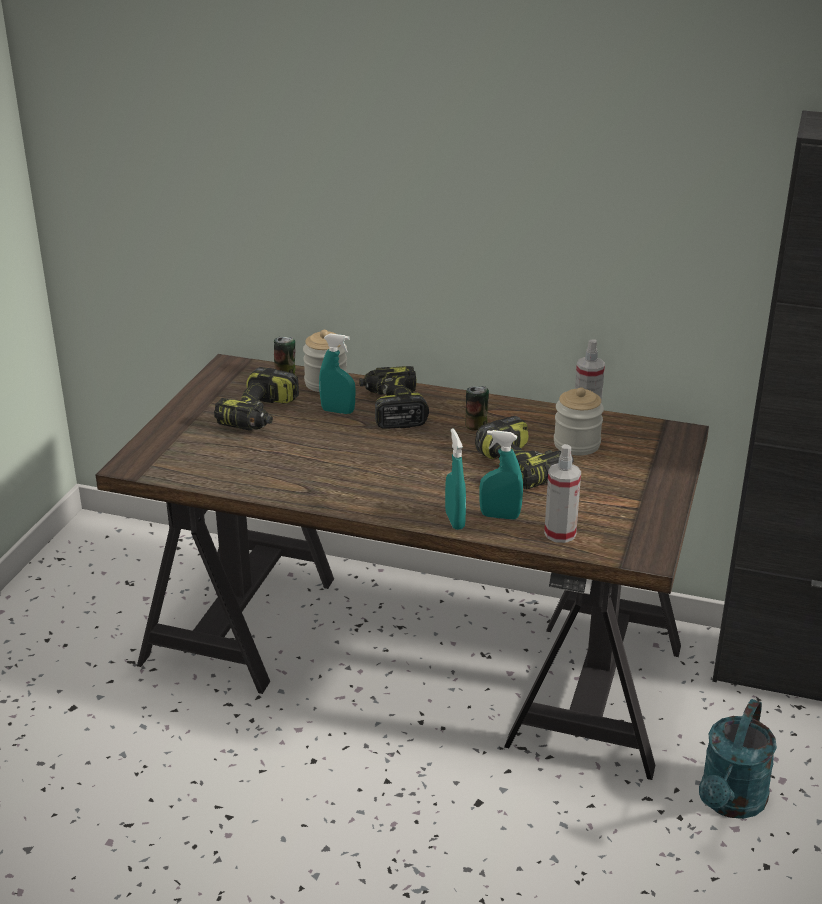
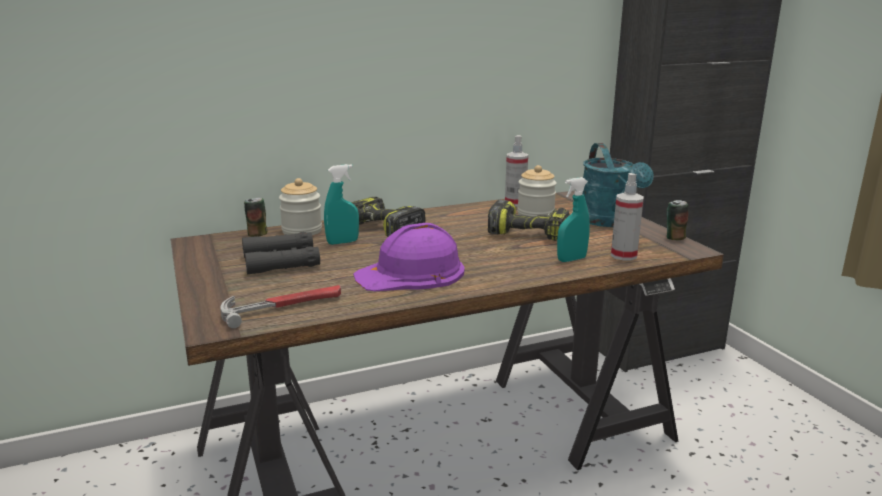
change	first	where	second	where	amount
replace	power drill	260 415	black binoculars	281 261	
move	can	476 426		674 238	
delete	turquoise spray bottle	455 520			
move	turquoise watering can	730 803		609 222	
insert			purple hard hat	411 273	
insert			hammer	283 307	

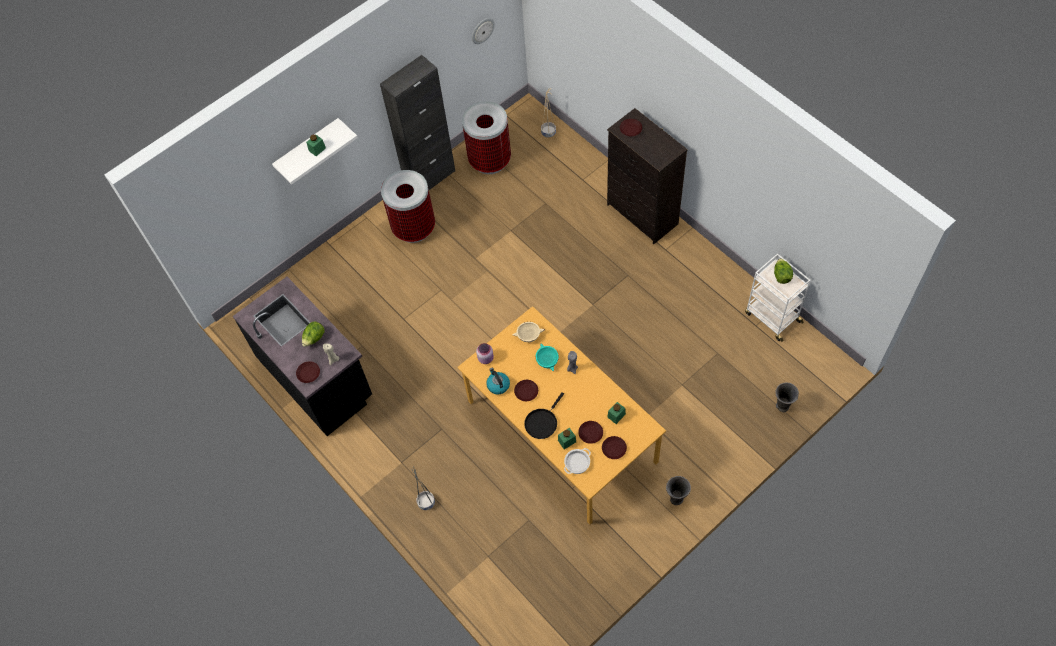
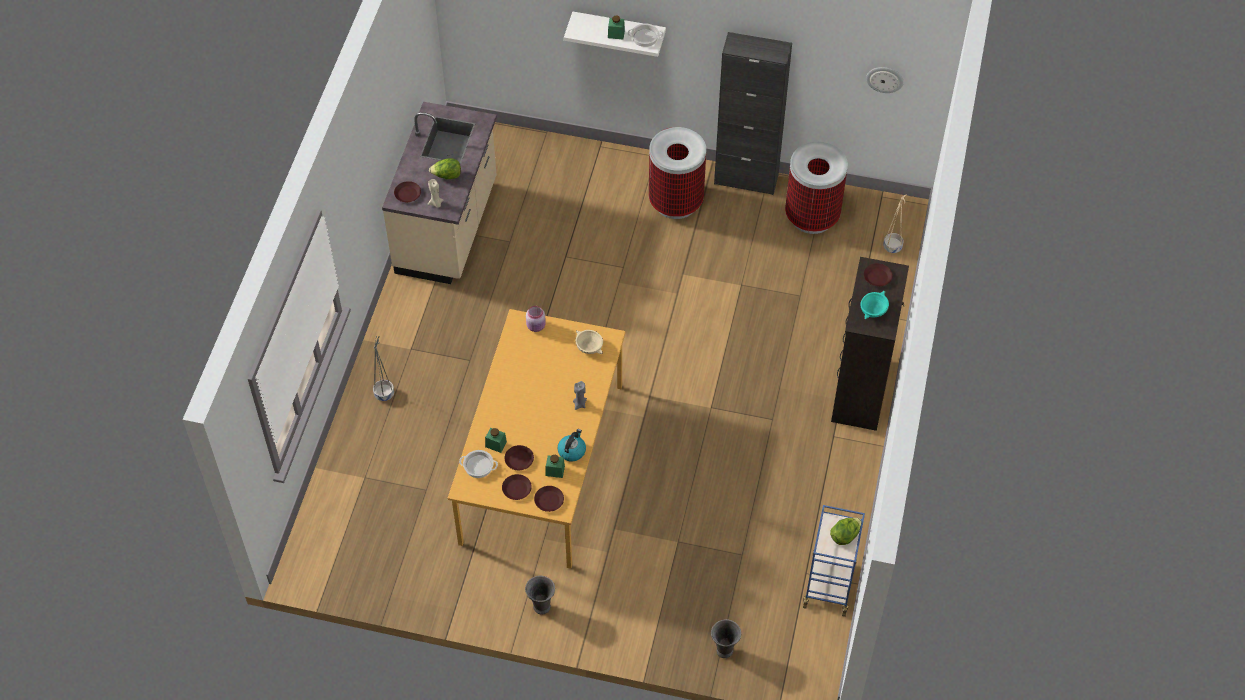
change	first	where	second	where	amount
recolor	white cart	772 317	blue cart	829 583	
recolor	black counter	317 378	beige counter	448 227	
move	turquoise bowl	547 360		873 310	
move	kettle	498 385		572 451	
move	brown plate	526 391		548 500	
delete	black frying pan	542 422			
insert			cooking pot	644 38	

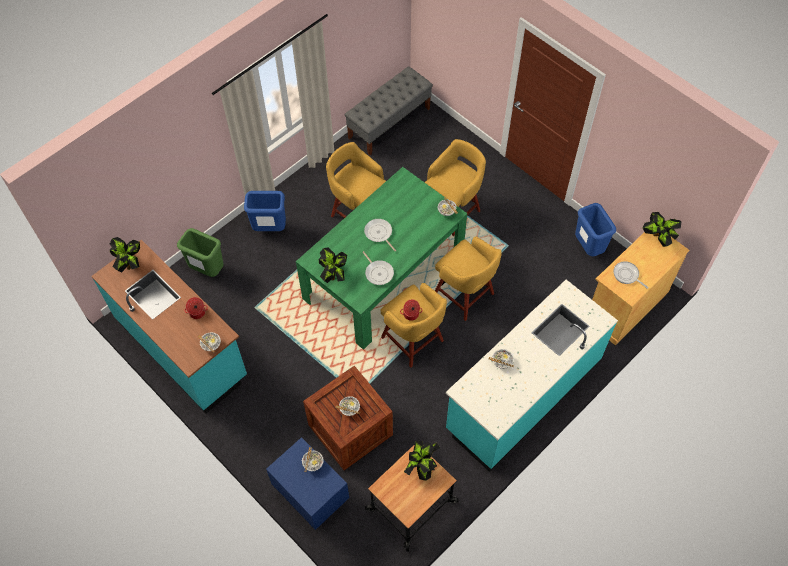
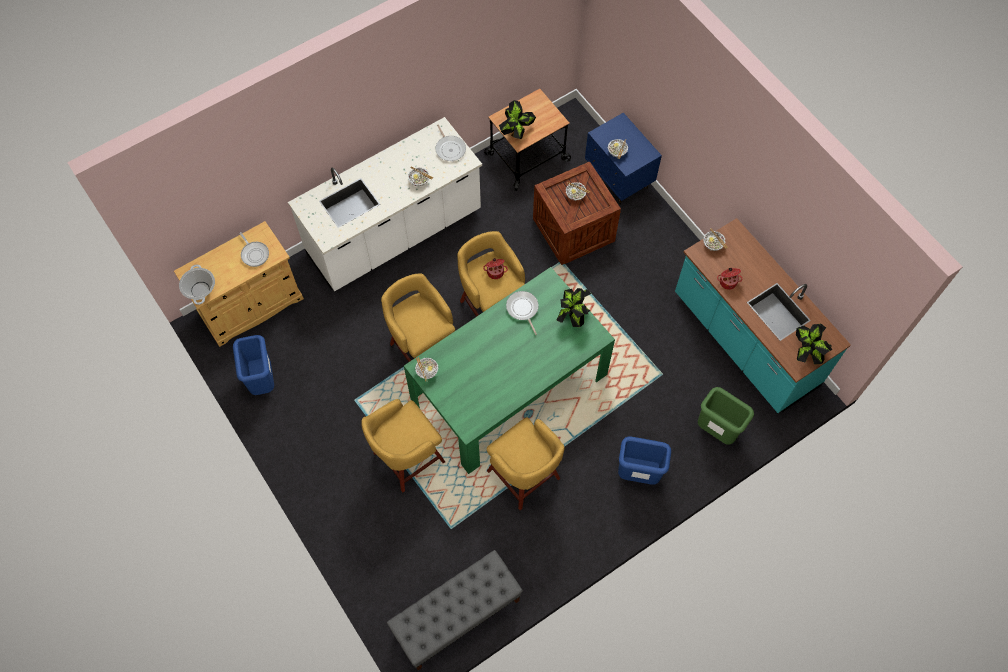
change	first	where	second	where	amount
replace	potted plant	658 238	cooking pot	200 290	
move	frying pan	379 233		450 148	
recolor	turquoise counter	522 395	white counter	395 234	

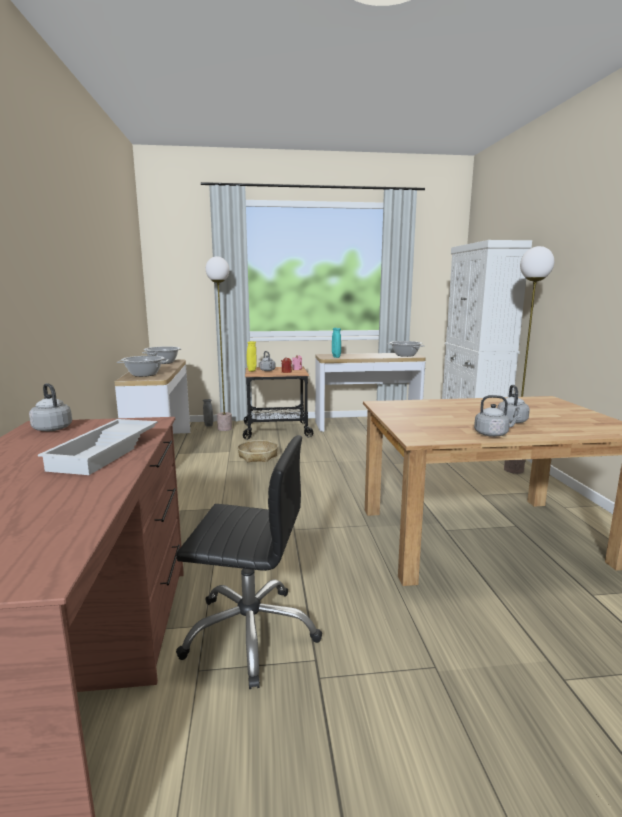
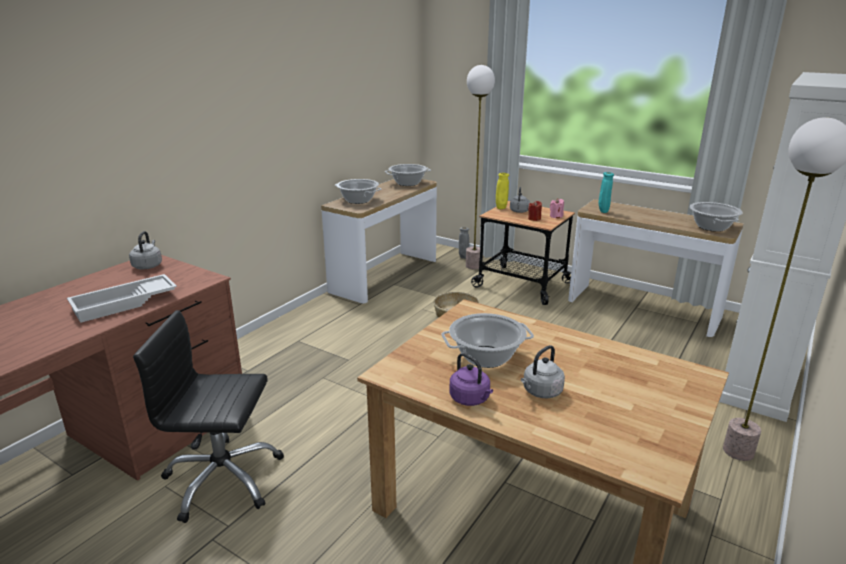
change	first	where	second	where	amount
recolor	grey kettle	493 434	purple kettle	471 399	
rotate	black office chair	250 632		223 479	135 degrees clockwise
insert			cooking pot	486 357	

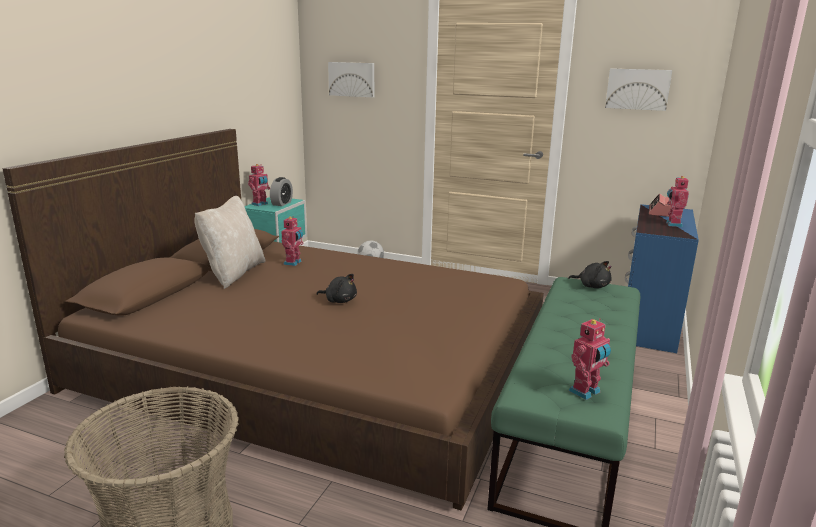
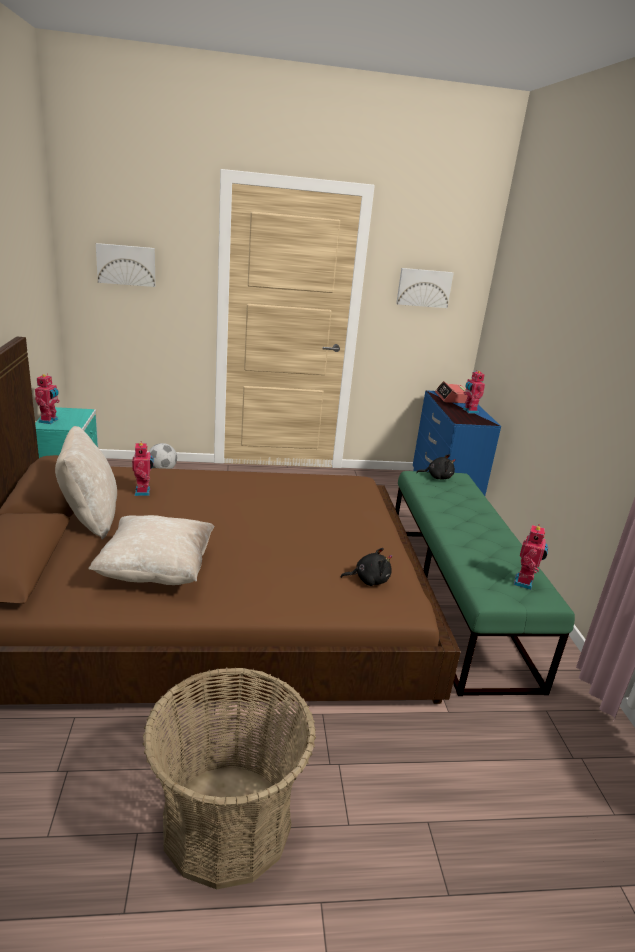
change	first	where	second	where	amount
delete	alarm clock	282 203			
move	black plush toy	339 300		369 580	
insert			beige pillow	156 572	

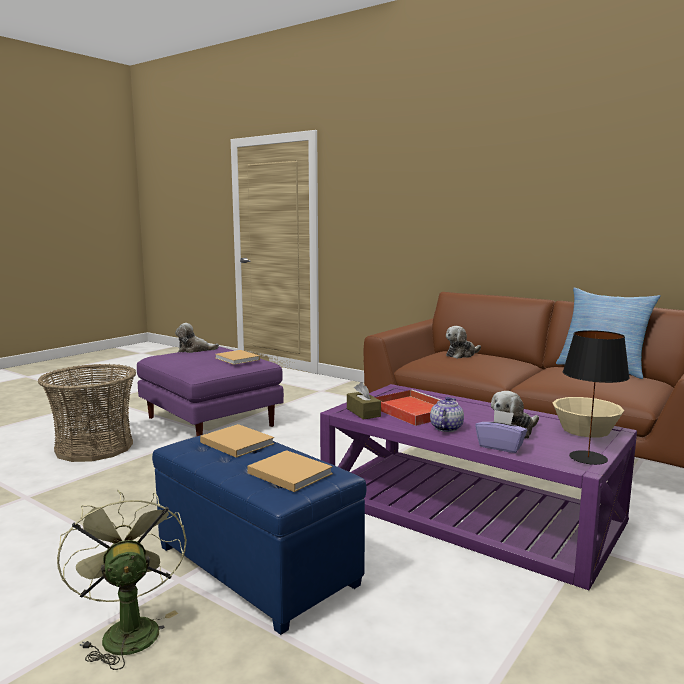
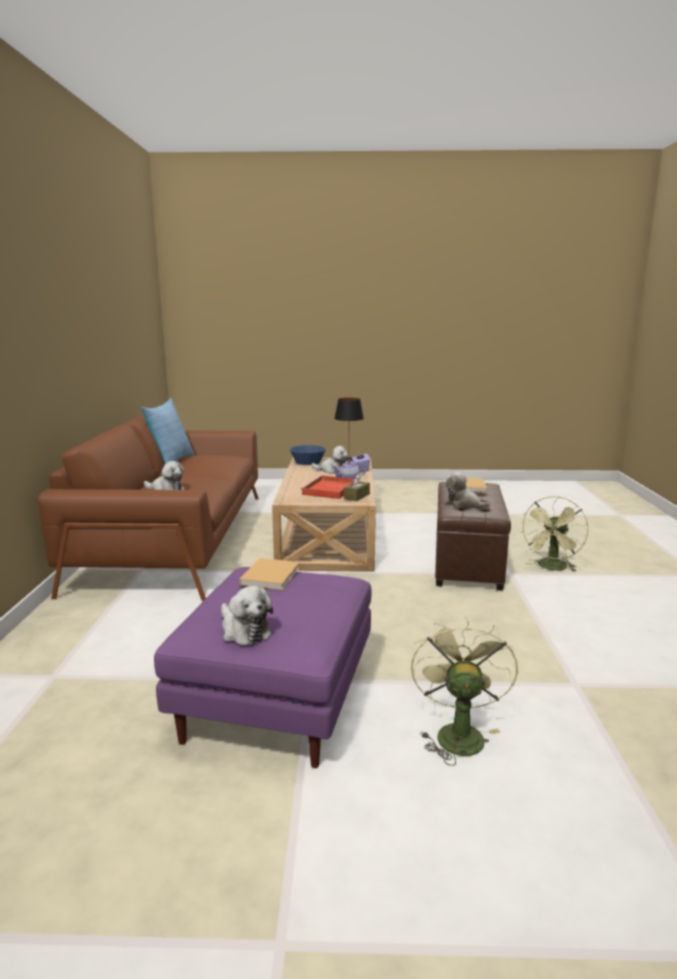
change	first	where	second	where	amount
replace	basket	94 447	green fan	457 732	
recolor	purple coffee table	468 509	beige coffee table	327 535	
recolor	beige bowl	585 429	blue bowl	307 462	
replace	beige book	236 442	plush toy	464 504	
recolor	blue ottoman	255 566	brown ottoman	467 562	

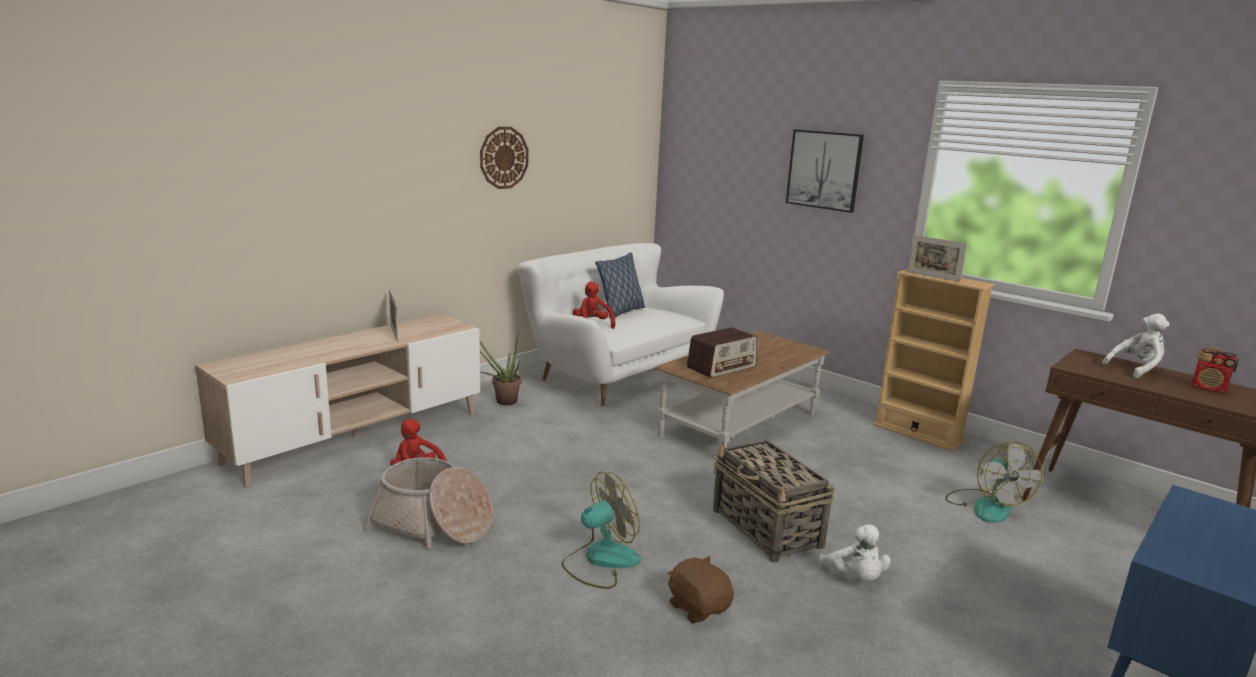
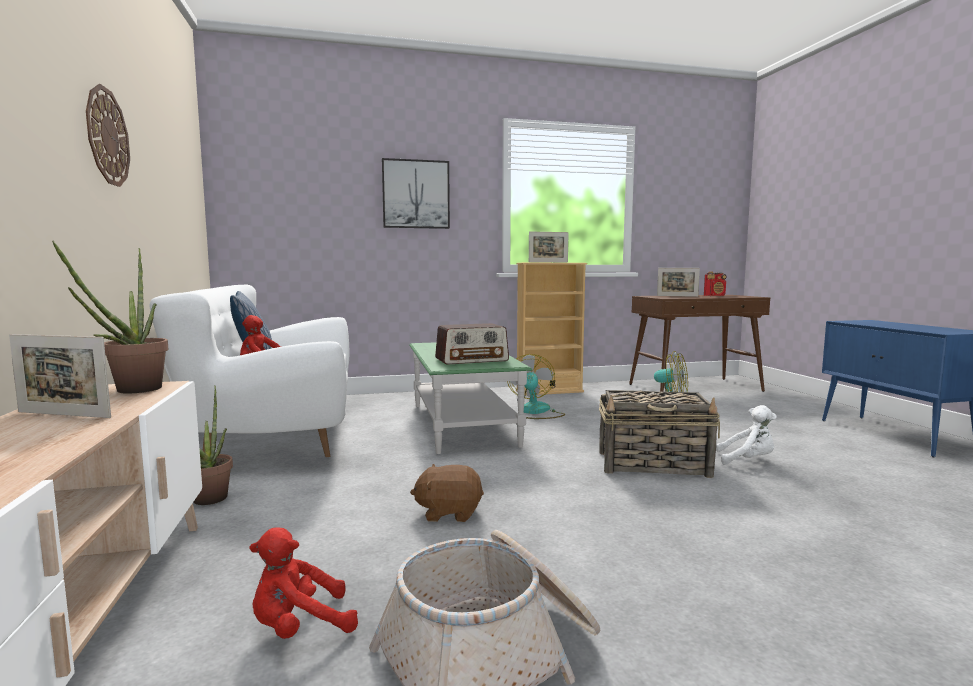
change	first	where	second	where	amount
replace	white plush toy	1136 369	picture frame	677 296	
rotate	radio	722 367		472 360	75 degrees clockwise
recolor	brown coffee table	739 425	green coffee table	462 424	
move	fan	600 561		535 412	
move	brown plush toy	698 607		449 512	
insert			potted plant	131 391	

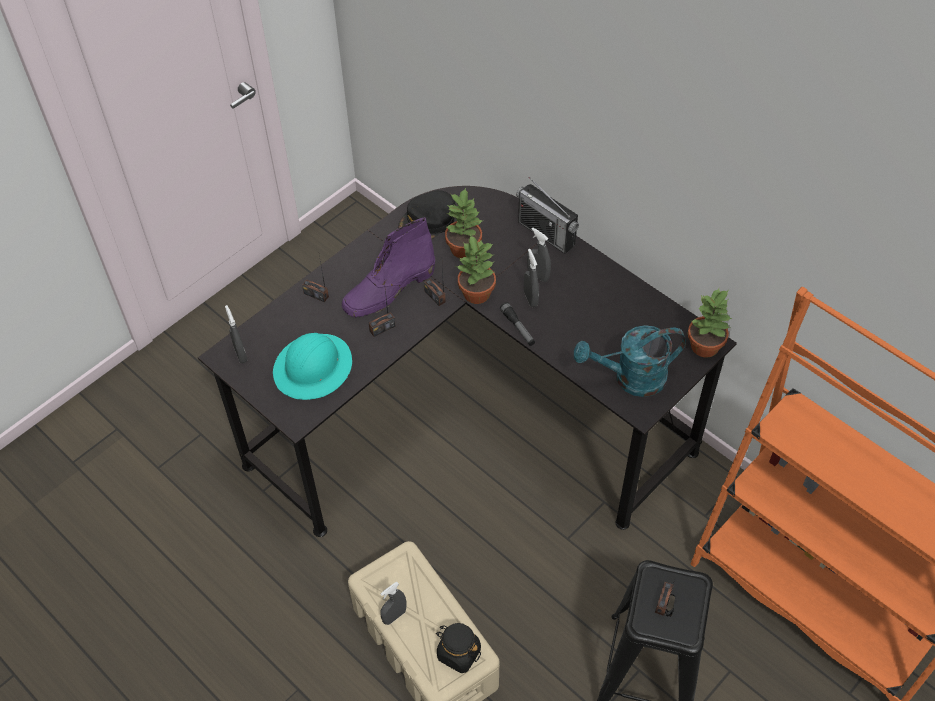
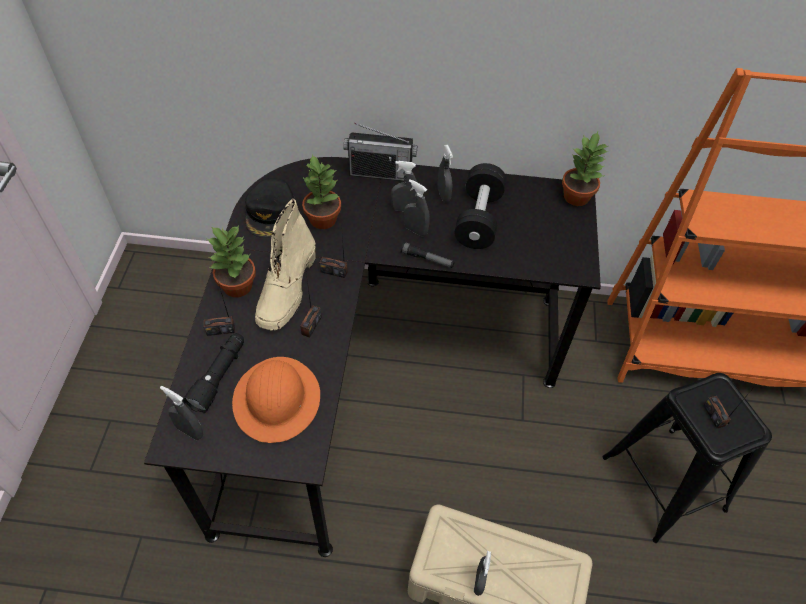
change	first	where	second	where	amount
recolor	purple boot	388 290	beige boot	287 288	
move	potted plant	476 294		238 286	
delete	turquoise watering can	631 379			
recolor	turquoise hard hat	313 368	orange hard hat	277 400	
delete	black jar	458 653			
insert			grey spray bottle	443 195	
insert			black dumbbell	478 219	
insert			black flashlight	219 376	

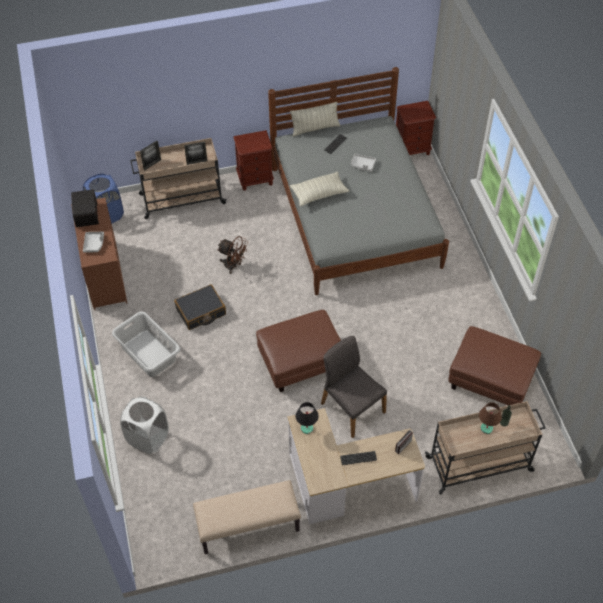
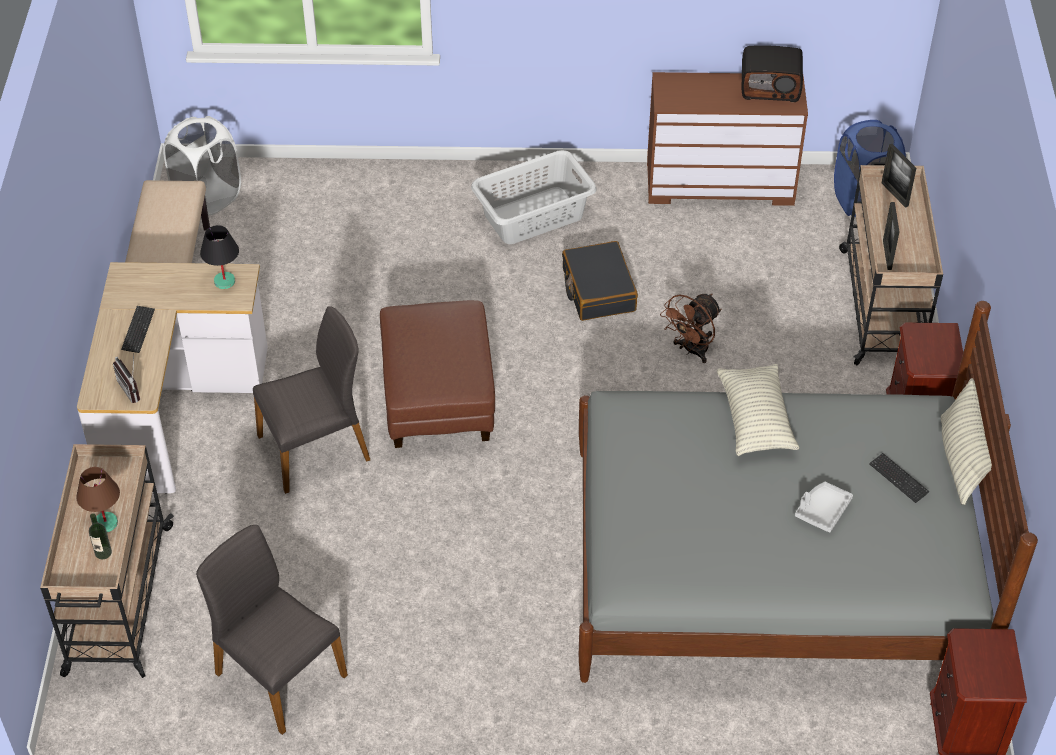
change	first	where	second	where	amount
delete	grey tray	94 244			
replace	brown ottoman	490 381	grey chair	278 674	
move	white laundry basket	148 438		208 197	

